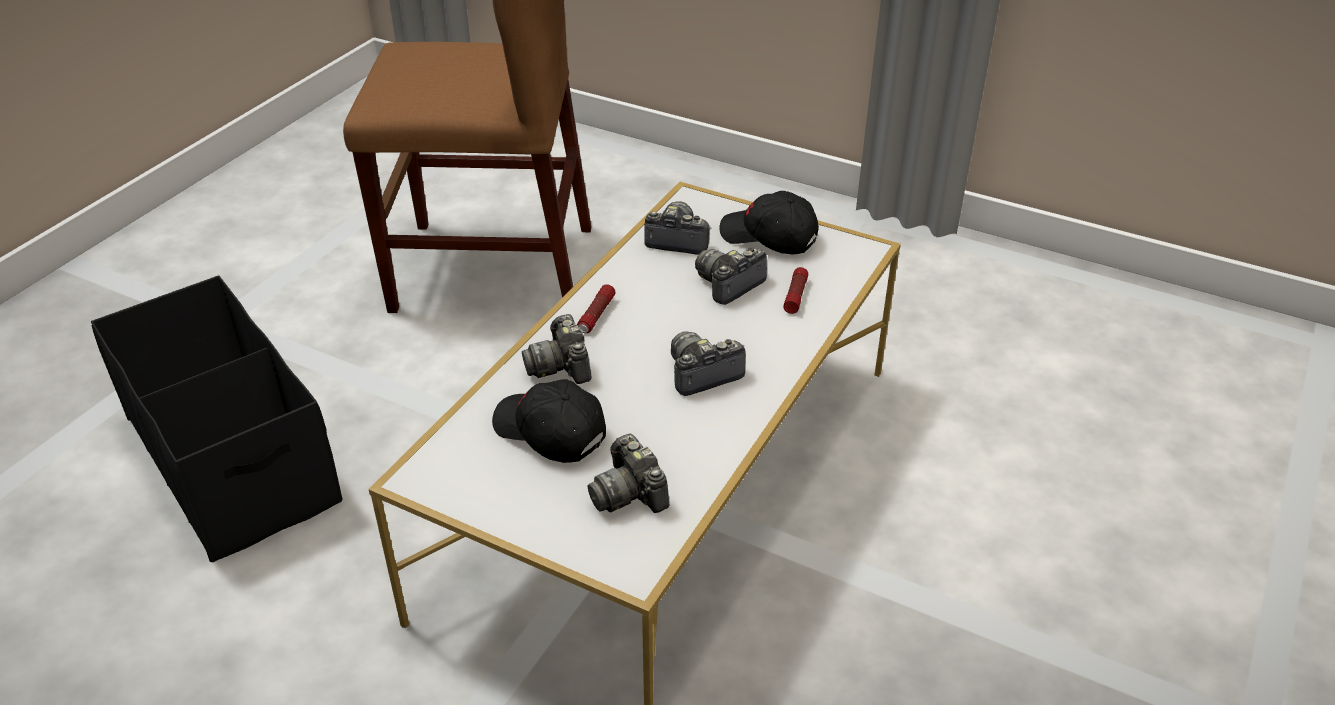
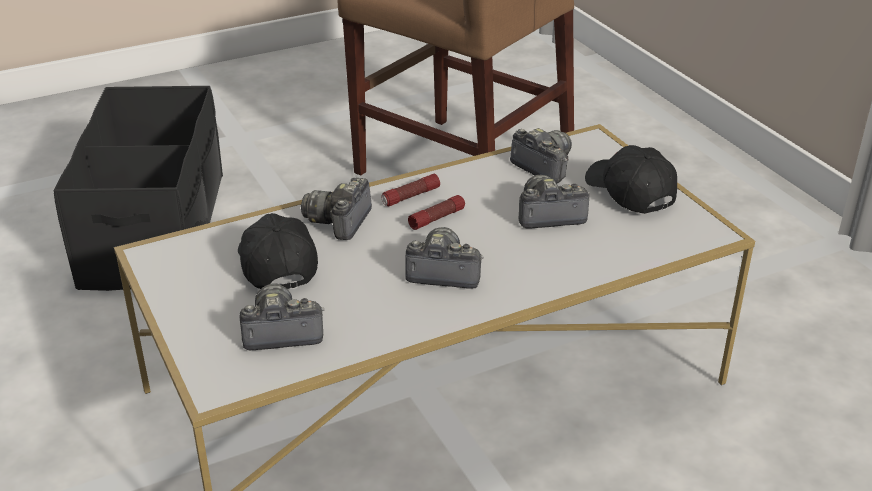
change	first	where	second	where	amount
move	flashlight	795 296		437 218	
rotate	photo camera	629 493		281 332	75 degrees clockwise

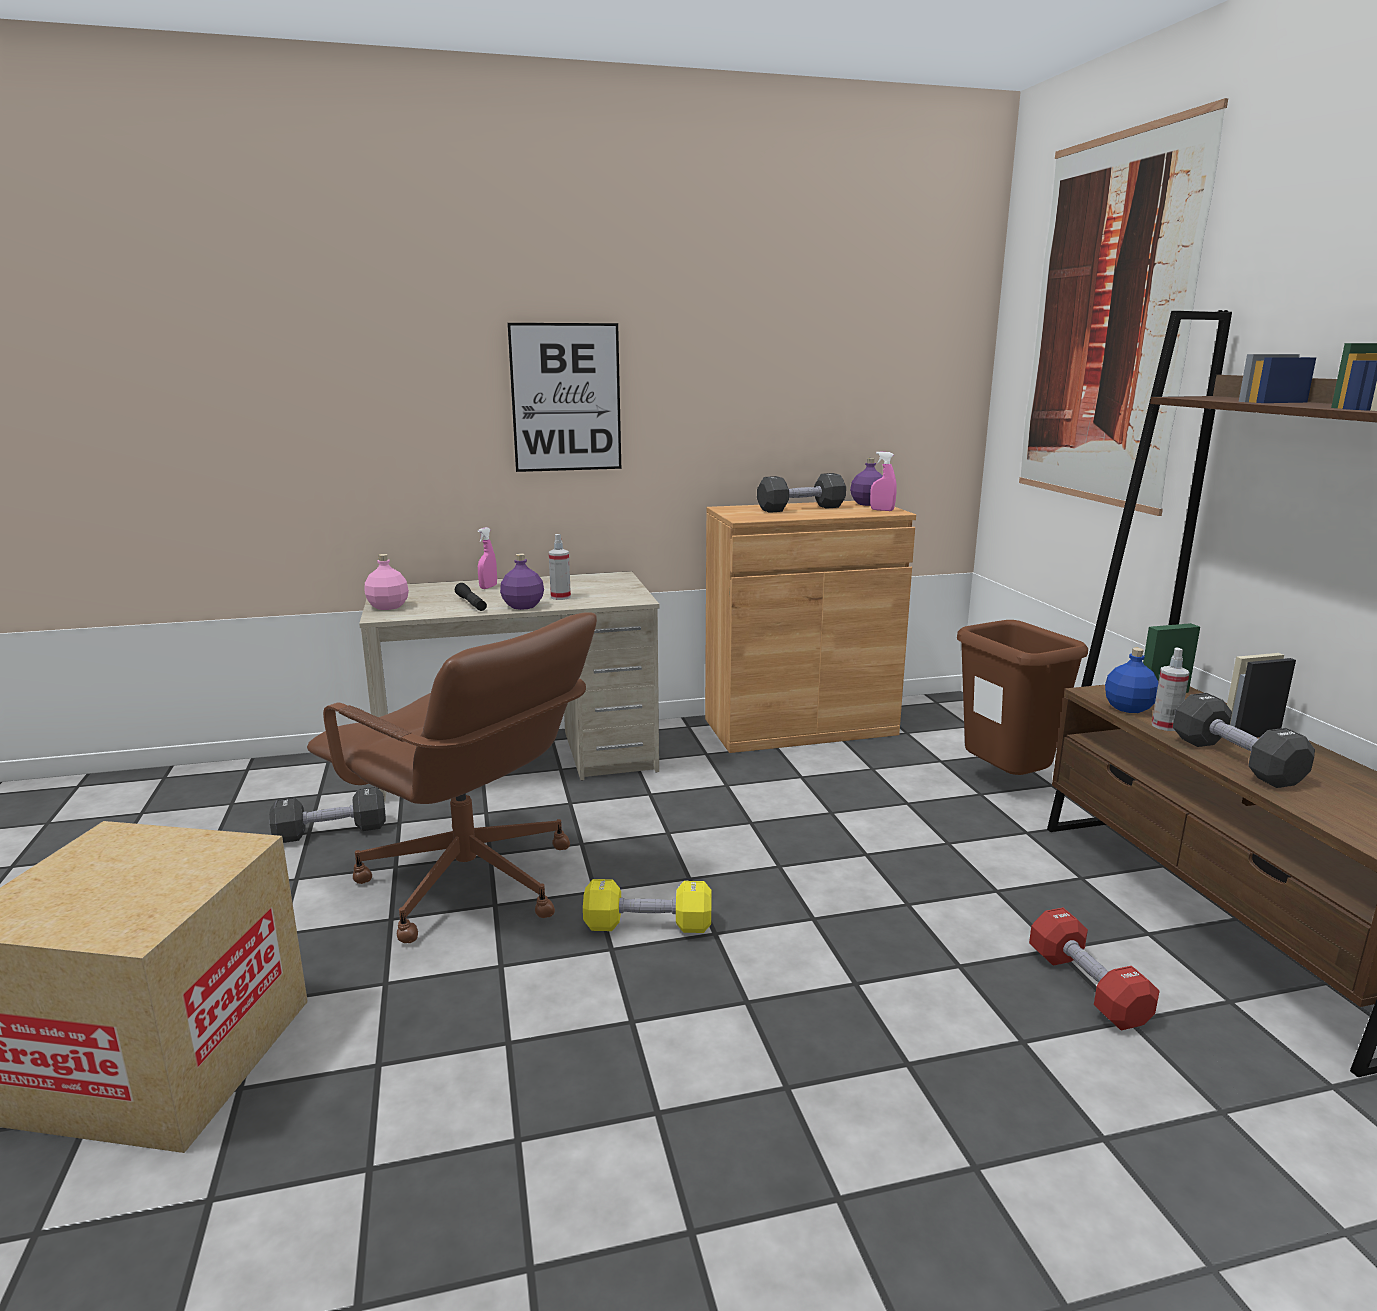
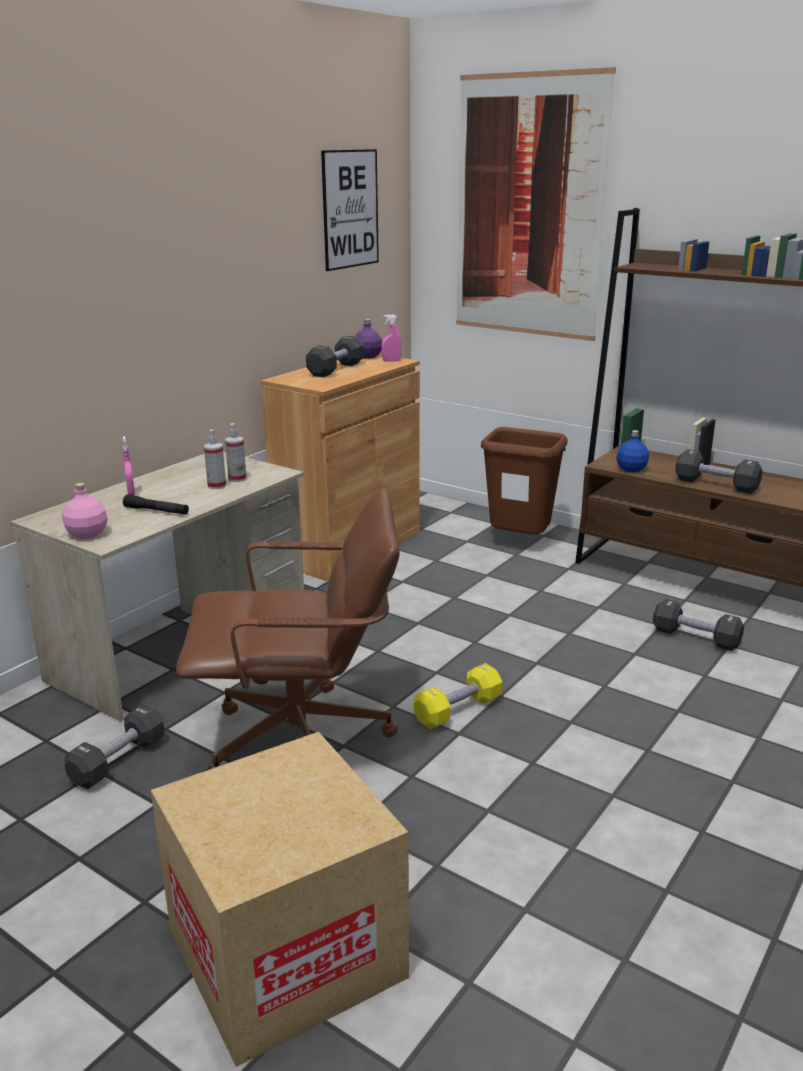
change	first	where	second	where	amount
move	picture	566 398		350 209	
delete	purple bottle	523 606			
move	spray bottle	1165 726		237 479	
recolor	red dumbbell	1087 987	black dumbbell	695 638	

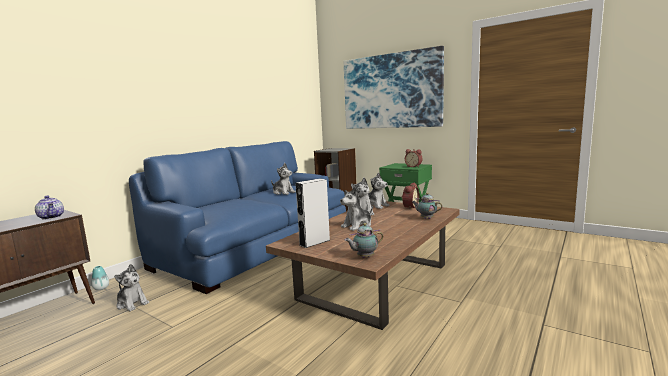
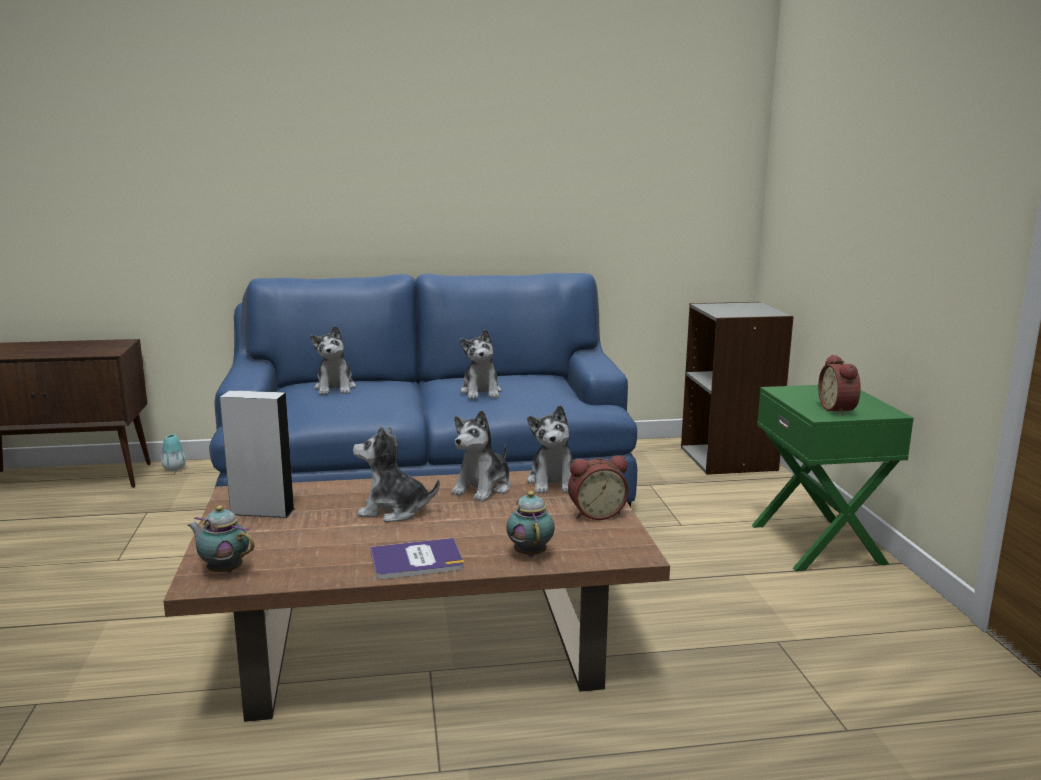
change	first	where	second	where	amount
delete	picture	391 91			
delete	teapot	52 217			
move	plush toy	132 303		335 388	
insert			book	416 560	

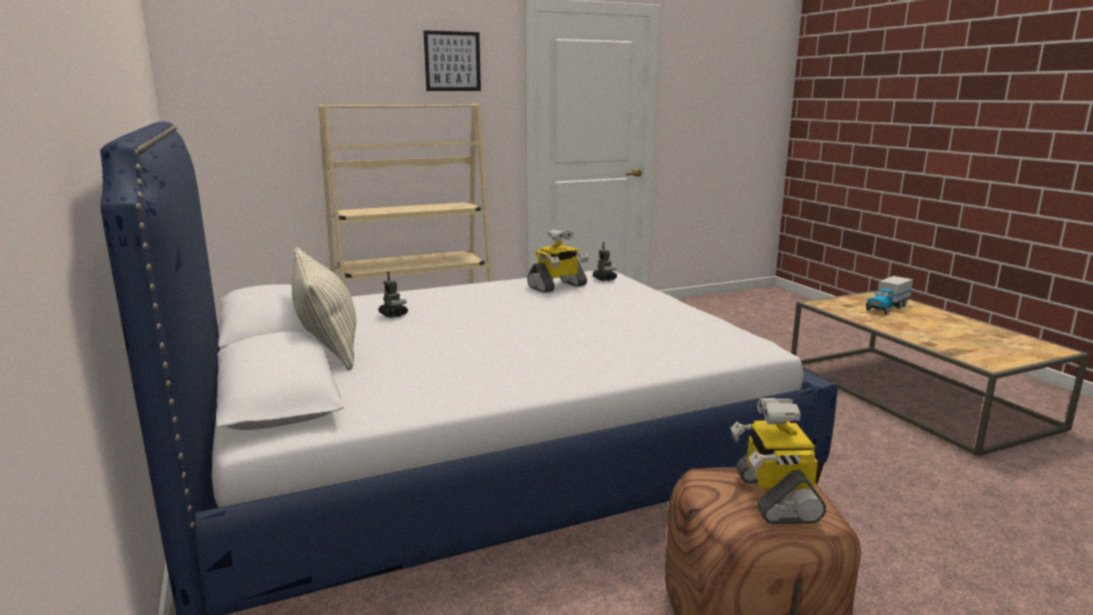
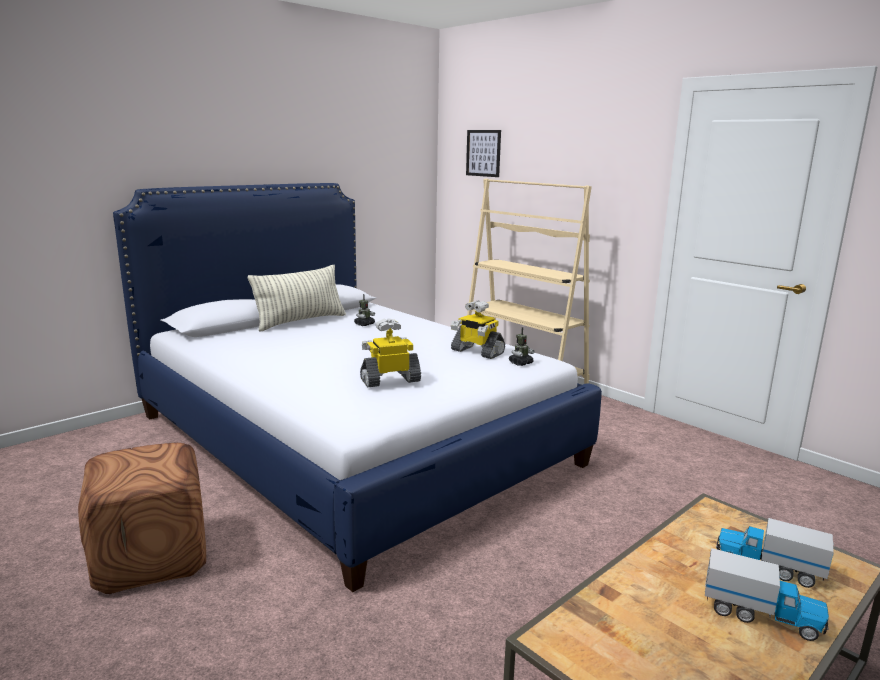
change	first	where	second	where	amount
move	picture	452 61		483 153	
move	toy robot	774 497		390 380	
insert			toy truck	761 615	

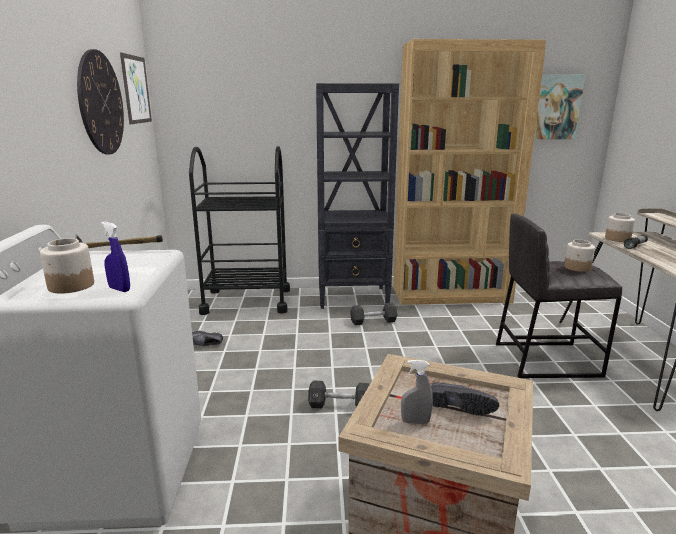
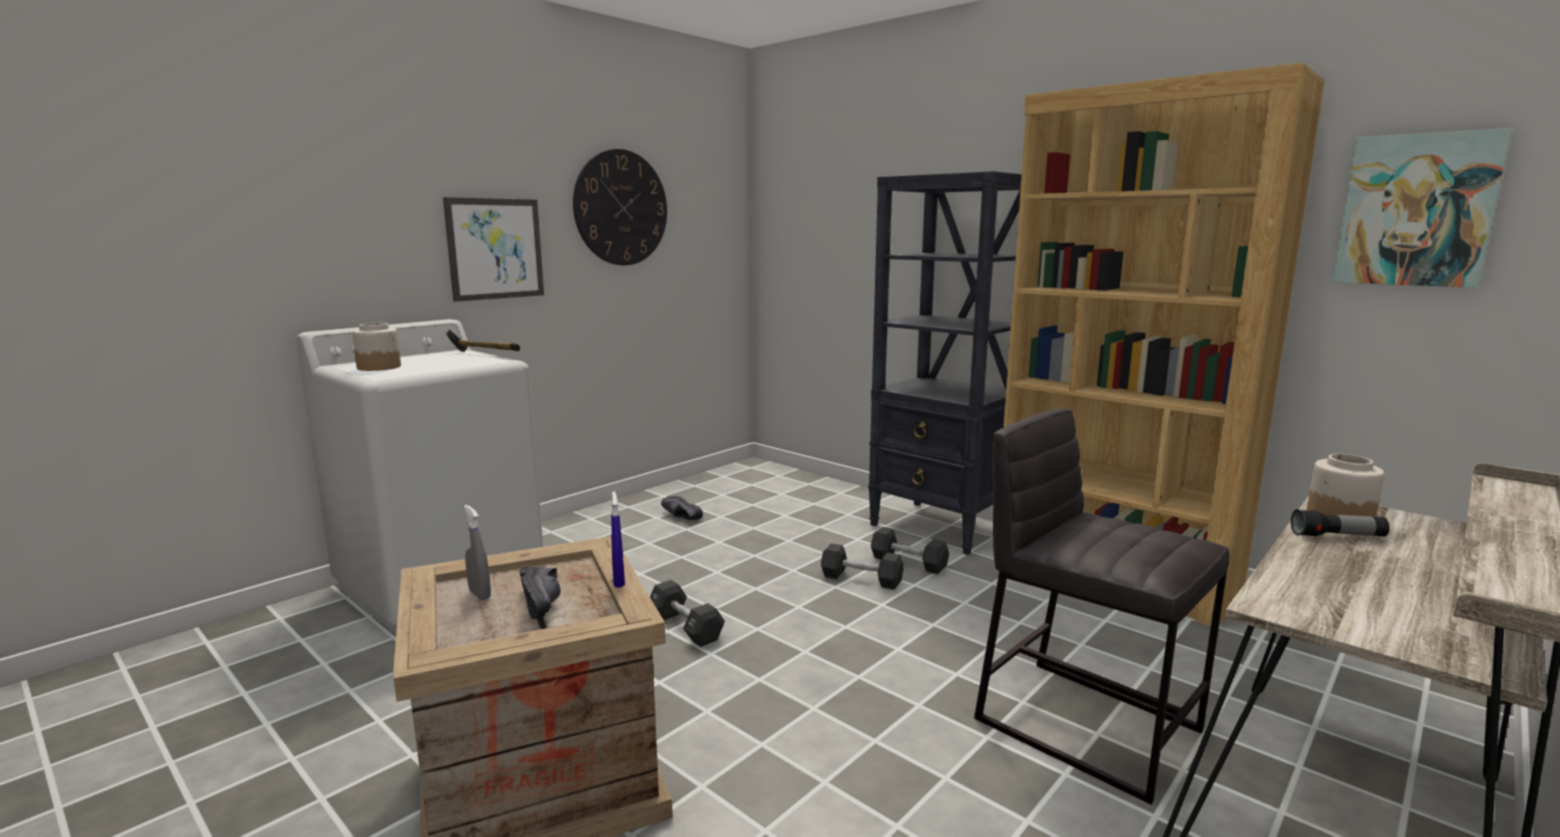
change	first	where	second	where	amount
move	picture	136 89		495 249	
delete	black cart	247 301			
move	blue spray bottle	119 289		618 581	
delete	jar	577 267			
insert			black dumbbell	861 579	

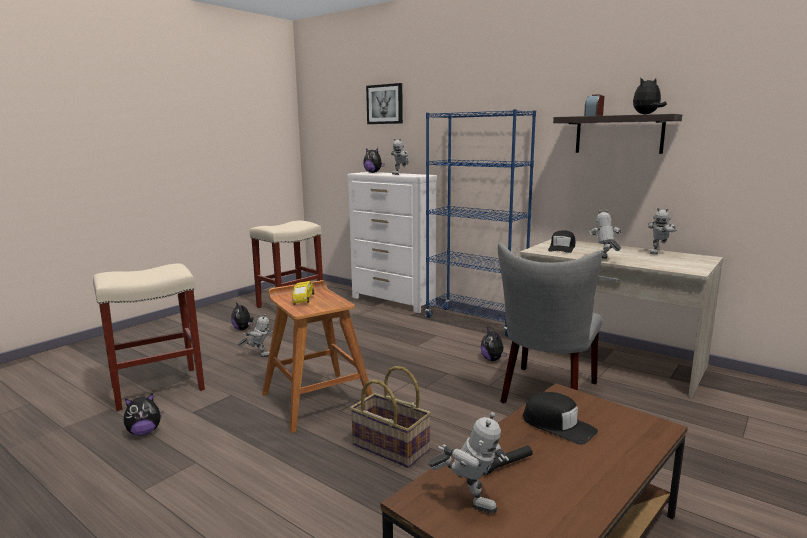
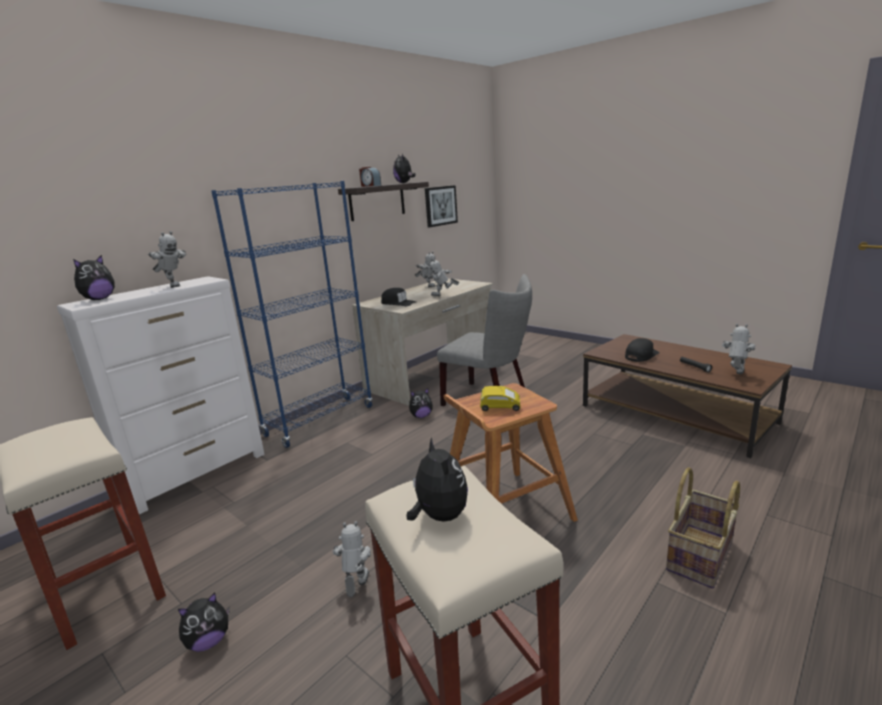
change	first	where	second	where	amount
move	picture	385 104		440 206	
move	basket	389 448		701 556	
move	plush toy	144 432		439 516	

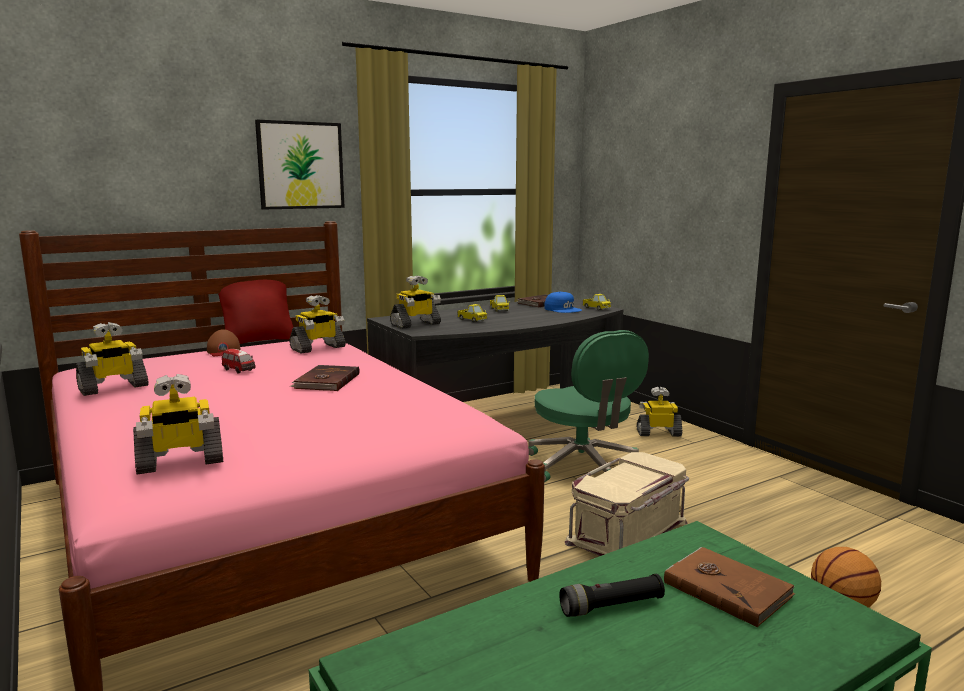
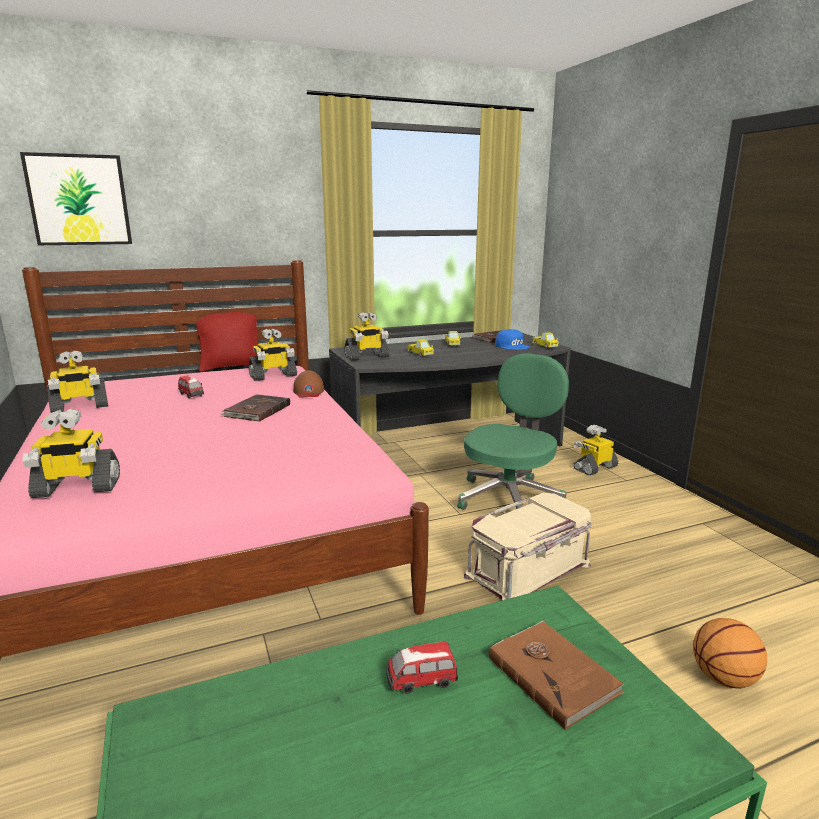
change	first	where	second	where	amount
move	picture	300 165		79 200	
move	brown cap	223 351		308 391	
rotate	green office chair	583 466		509 497	135 degrees counterclockwise
rotate	toy robot	658 433		594 468	45 degrees counterclockwise
replace	black flashlight	611 606	toy car	421 681	

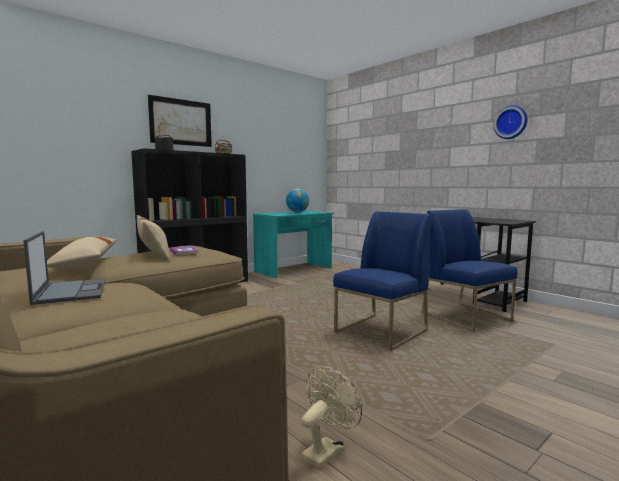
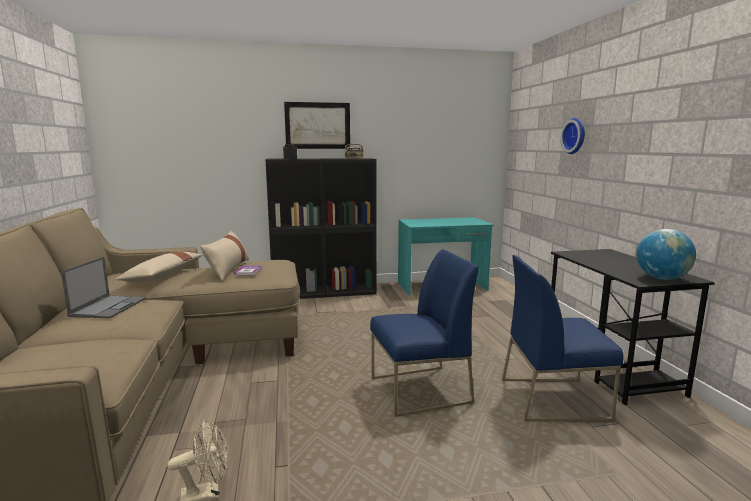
change	first	where	second	where	amount
move	wall clock	511 122		575 136	
move	globe	297 212		661 278	
rotate	blue chair	466 317		553 399	90 degrees counterclockwise

